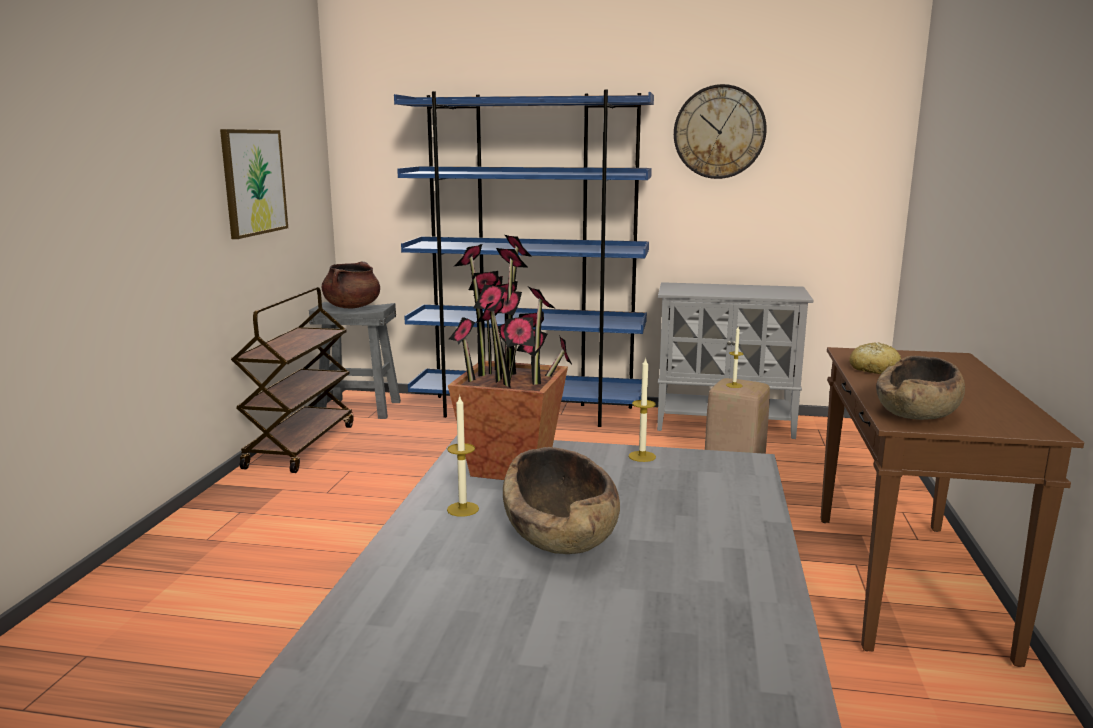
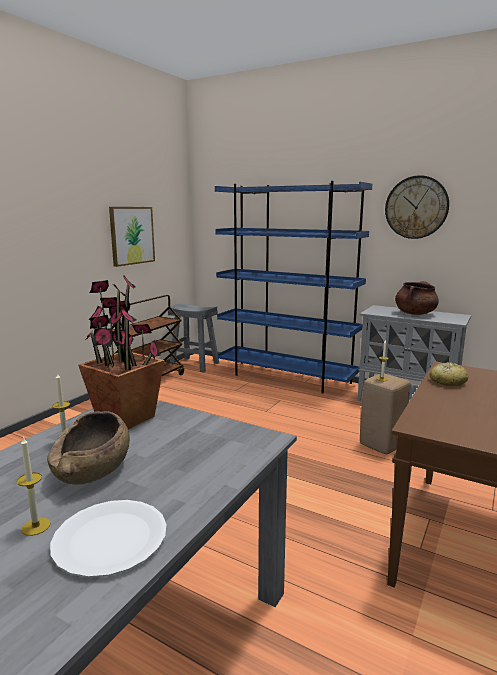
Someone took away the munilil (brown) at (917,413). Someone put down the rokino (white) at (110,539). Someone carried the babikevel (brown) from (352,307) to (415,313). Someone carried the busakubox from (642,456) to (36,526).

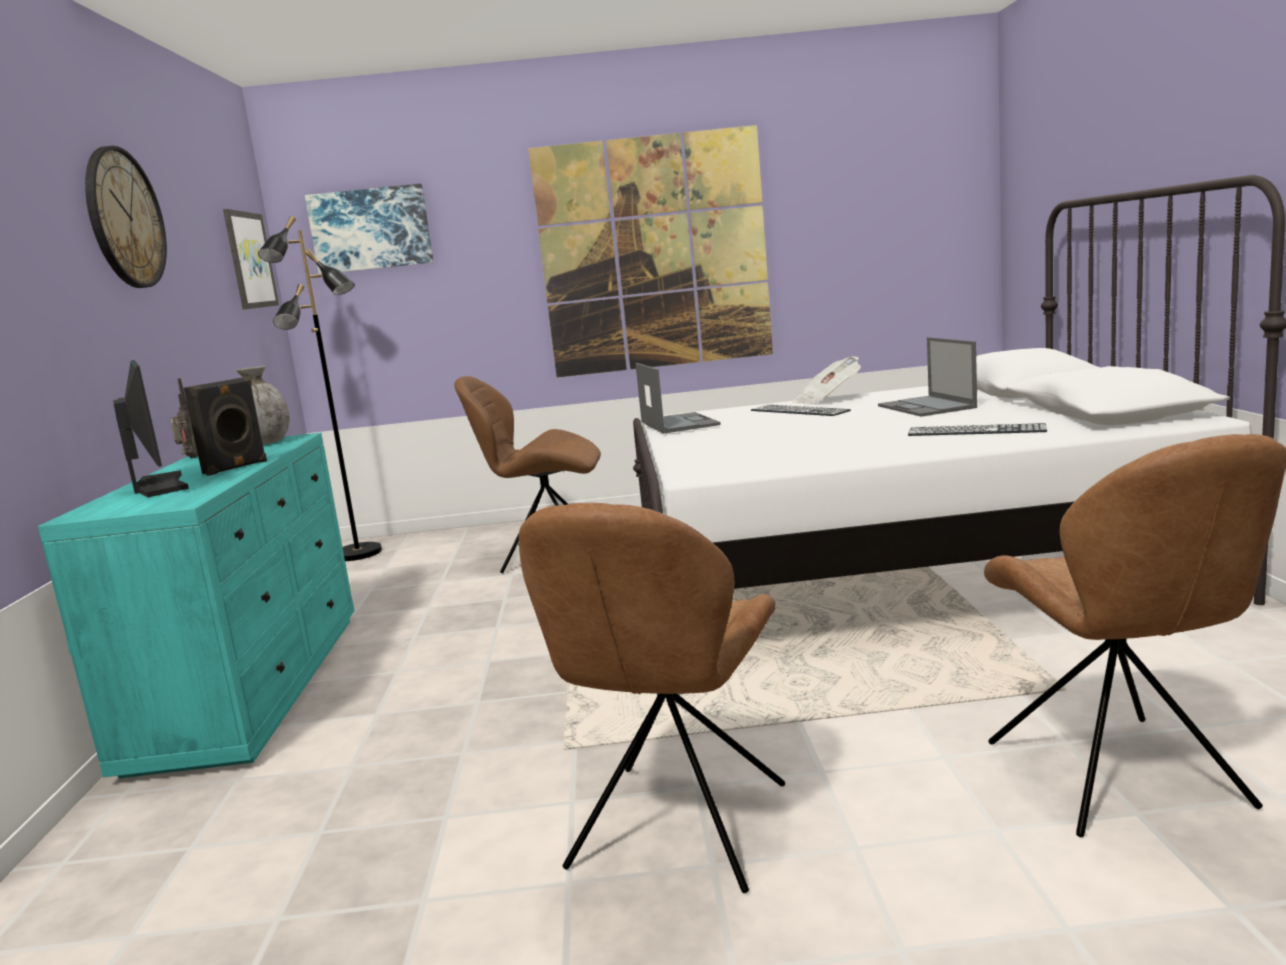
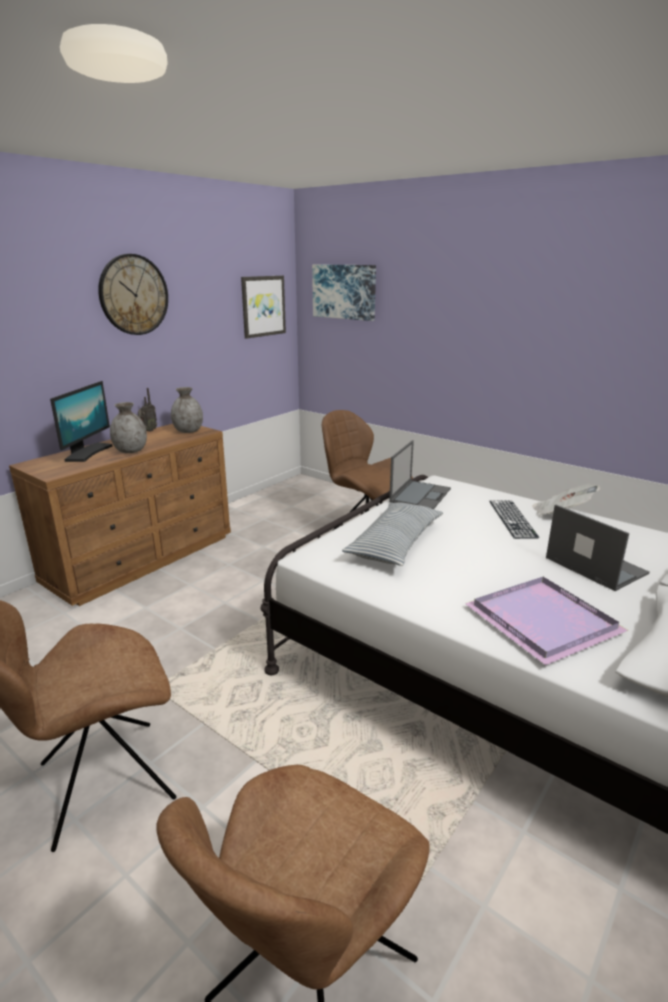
Someone took away the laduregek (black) at (358,554). Someone took away the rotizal at (654,254). Someone put down the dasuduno at (395,544). Someone swapped the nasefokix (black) at (236,467) for the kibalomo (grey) at (131,451). Someone swapped the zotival at (976,430) for the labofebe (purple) at (545,621). Someone repainted the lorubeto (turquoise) at (254,686), which became the lorubeto (brown) at (143,558). Someone rotated the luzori at (927,407) by 120 degrees clockwise.

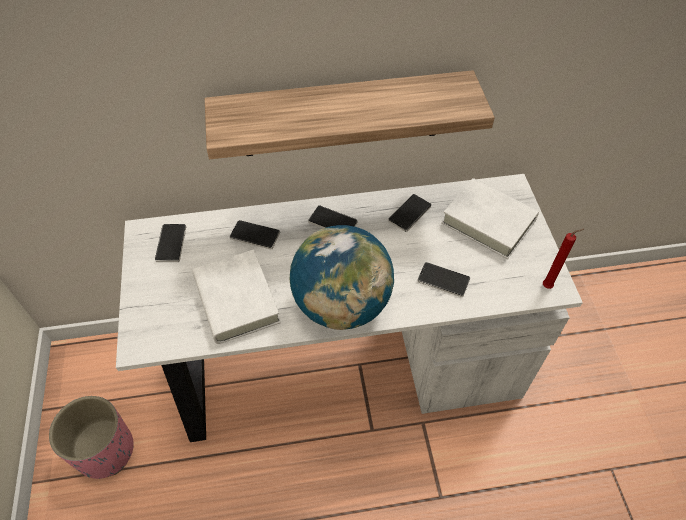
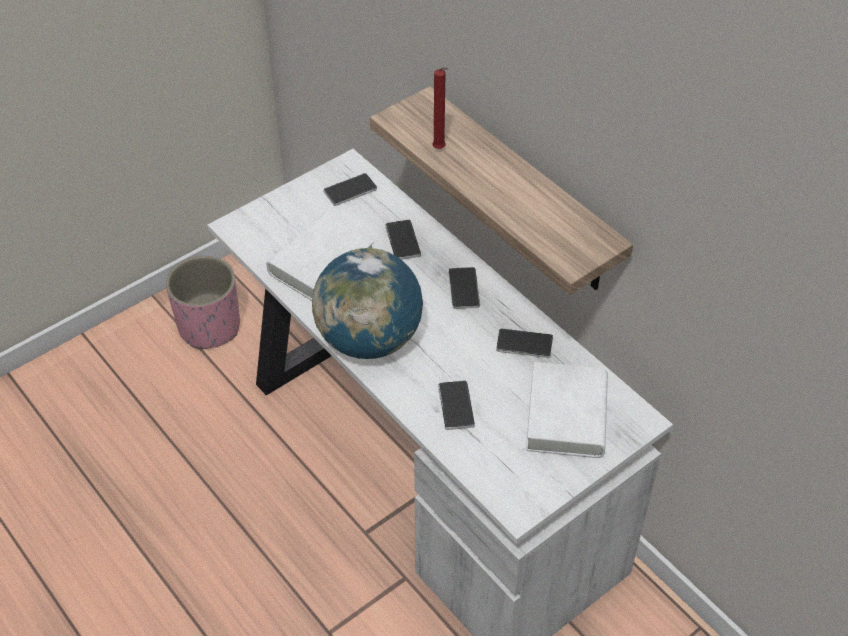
Someone carried the busakubox (red) from (548,286) to (440,149).

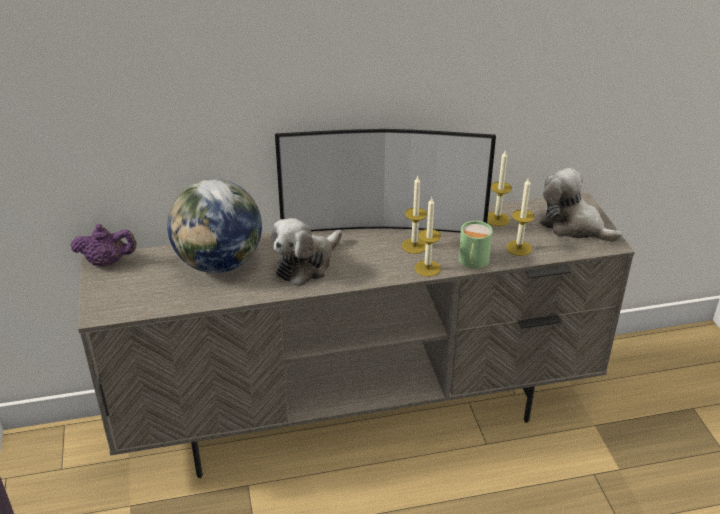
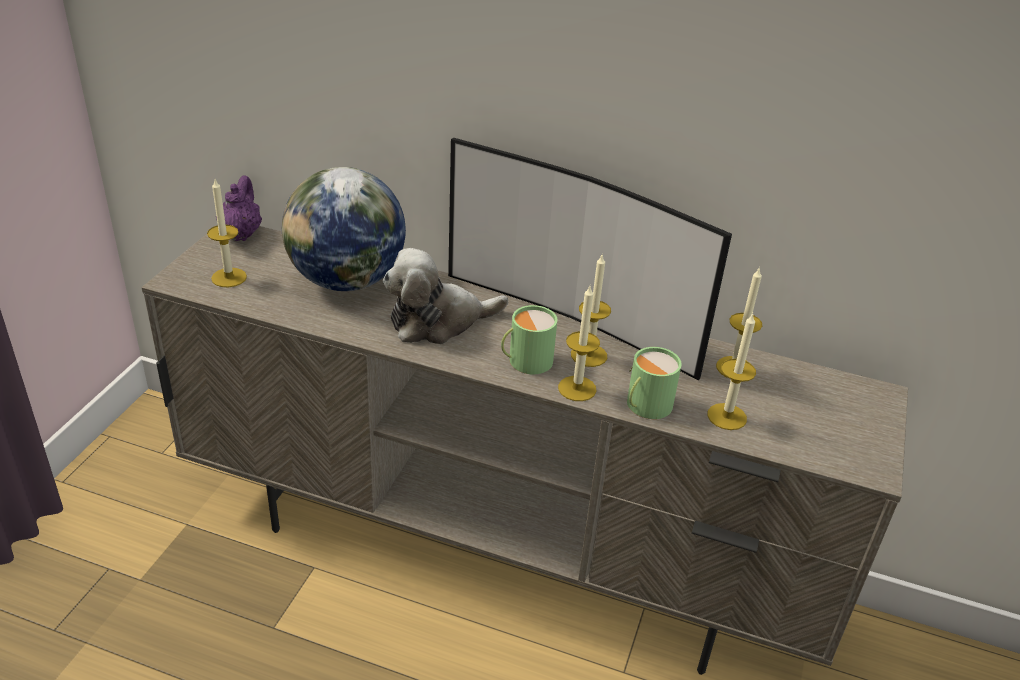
Someone took away the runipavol at (573,226). Someone put down the busakubox at (229,277). Someone put down the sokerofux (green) at (525,360). Someone rotated the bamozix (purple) at (107,262) by 120 degrees counterclockwise.

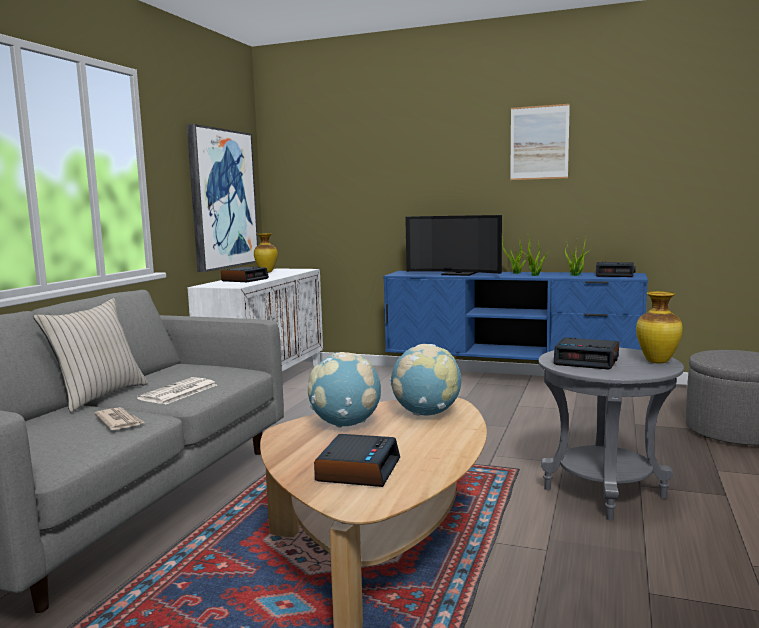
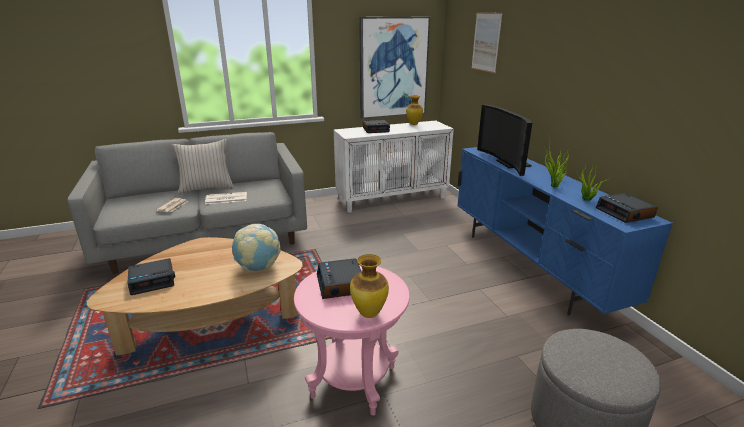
Someone took away the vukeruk at (345,424). Someone carried the rotizal from (539,142) to (486,42). Someone repainted the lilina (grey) at (604,493), which became the lilina (pink) at (353,381).

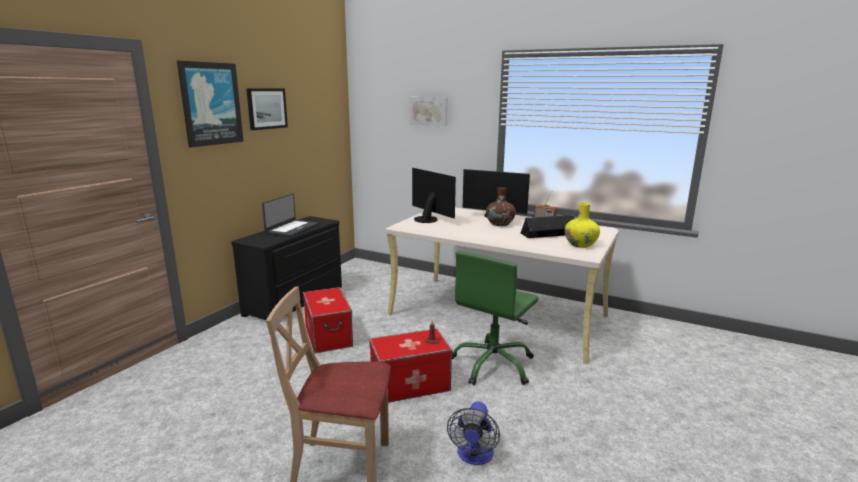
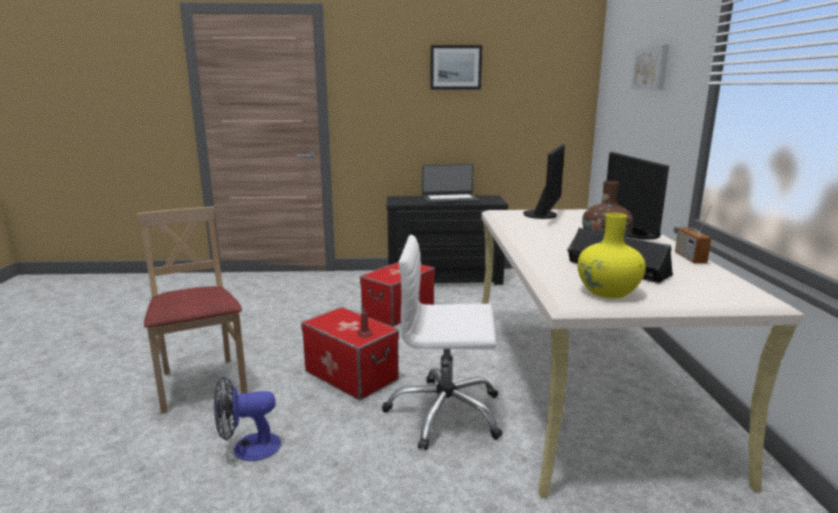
Someone took away the rotizal at (211,104). Someone repainted the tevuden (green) at (493,364), which became the tevuden (white) at (445,413).

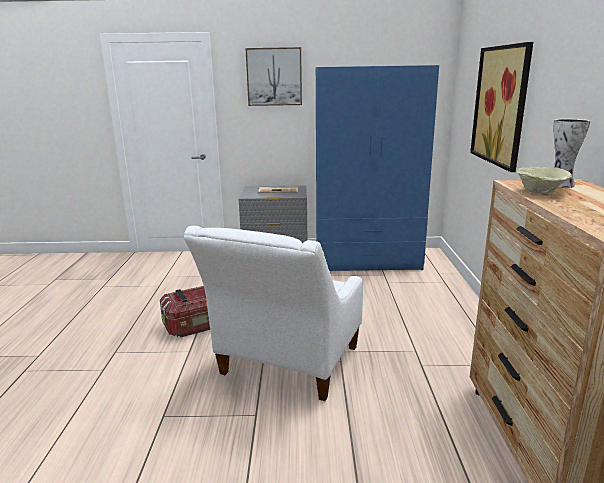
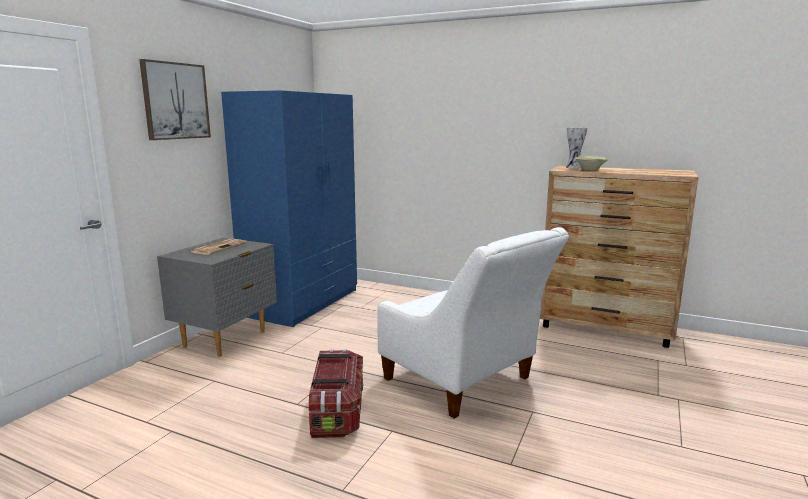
Someone took away the rotizal at (500,105).

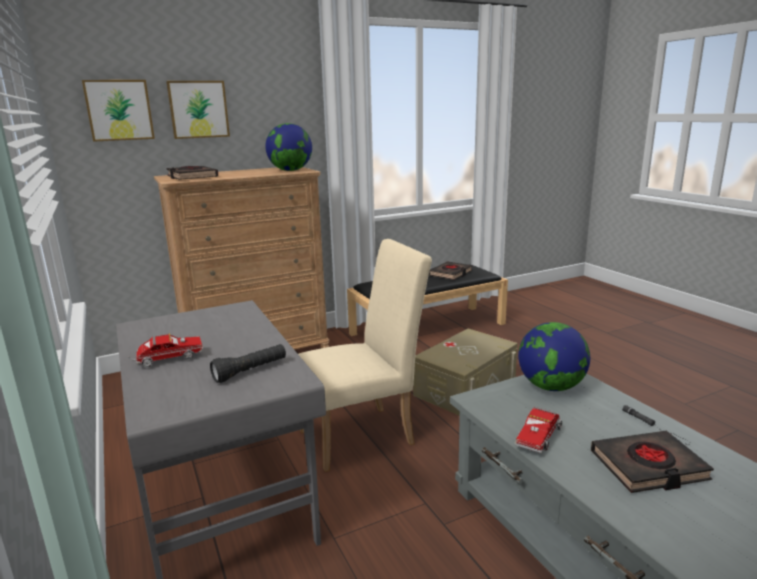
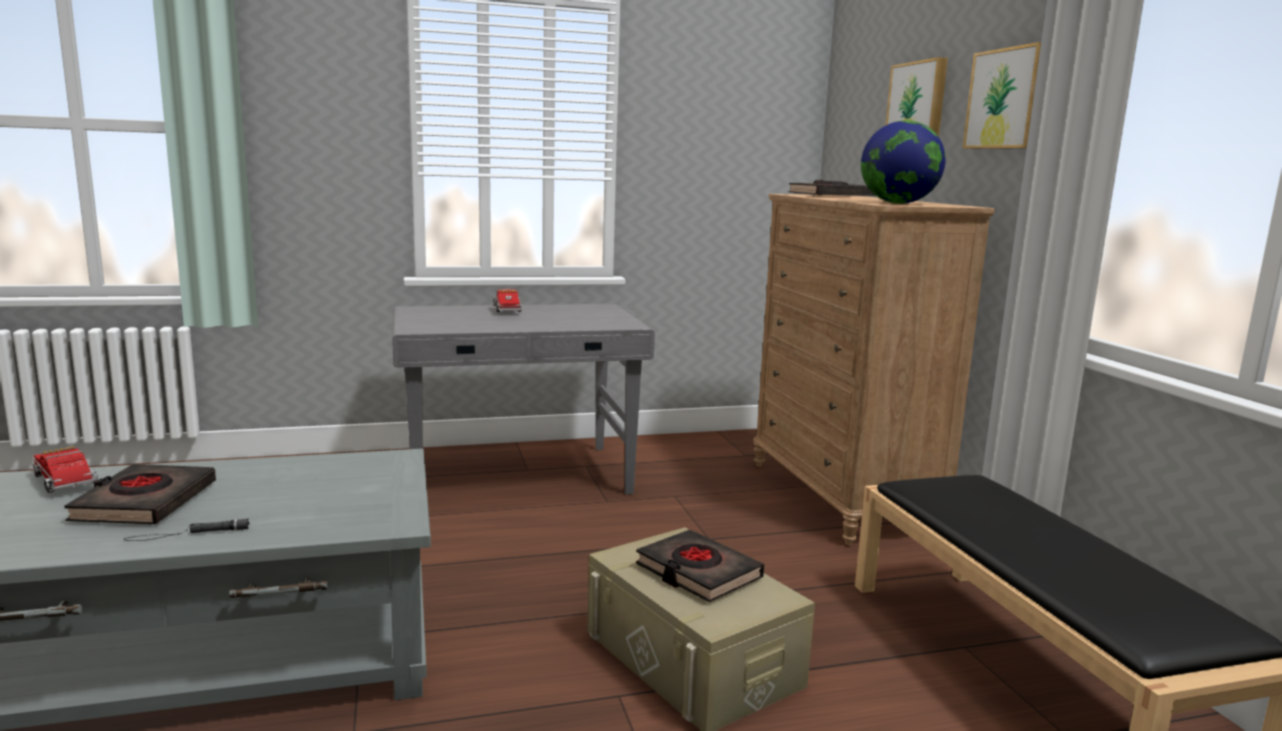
Someone took away the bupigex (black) at (250,371). Someone took away the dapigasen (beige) at (365,435). Someone took away the vukeruk at (551,386). Someone carried the rotizal from (119,110) to (1008,99). Someone carried the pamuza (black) from (450,273) to (698,572). Someone carried the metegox from (538,436) to (66,483).

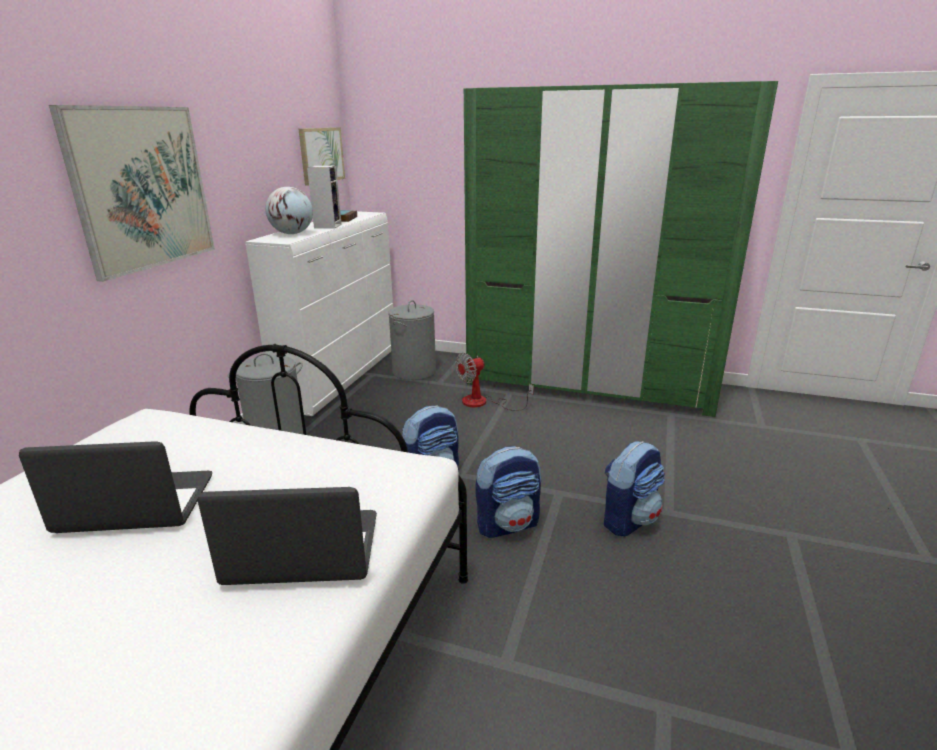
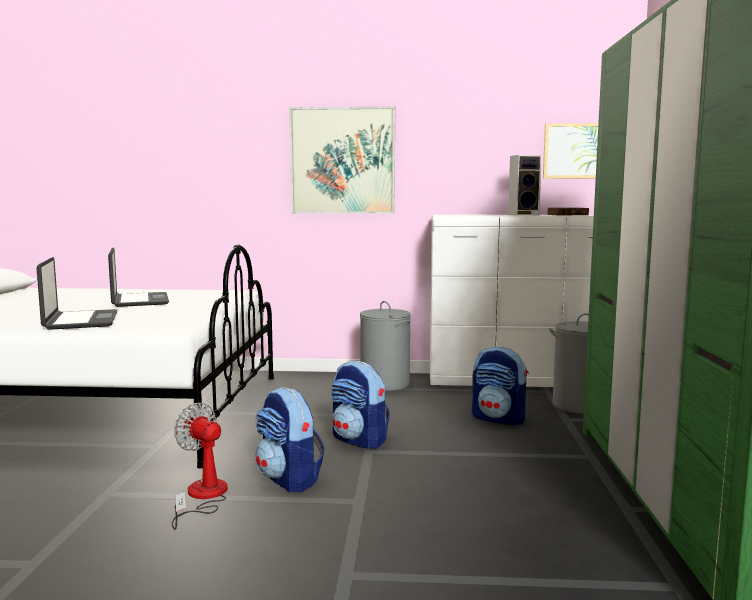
Someone took away the vukeruk at (292,233). Someone carried the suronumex from (483,403) to (203,497). Someone carried the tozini from (628,519) to (499,419).

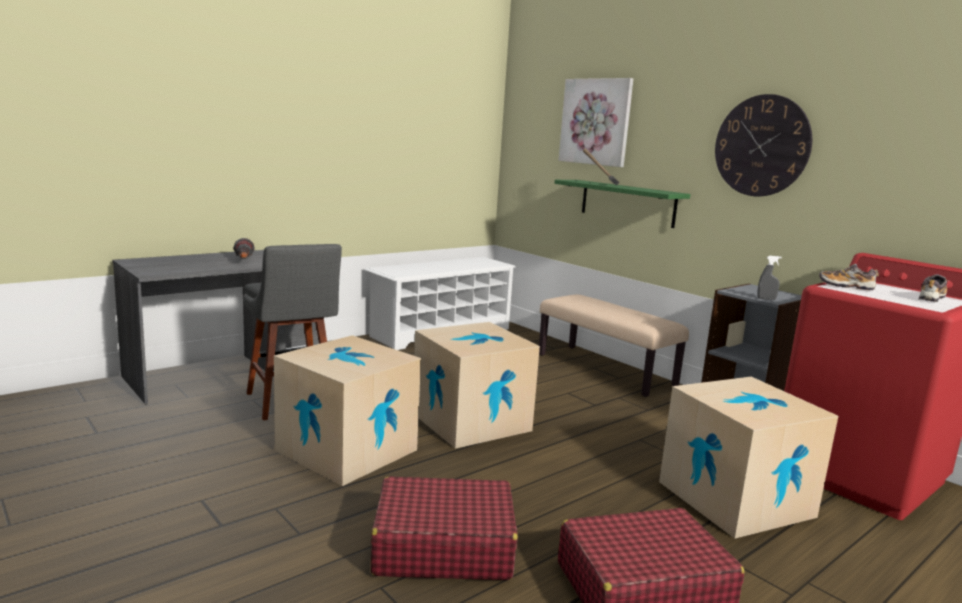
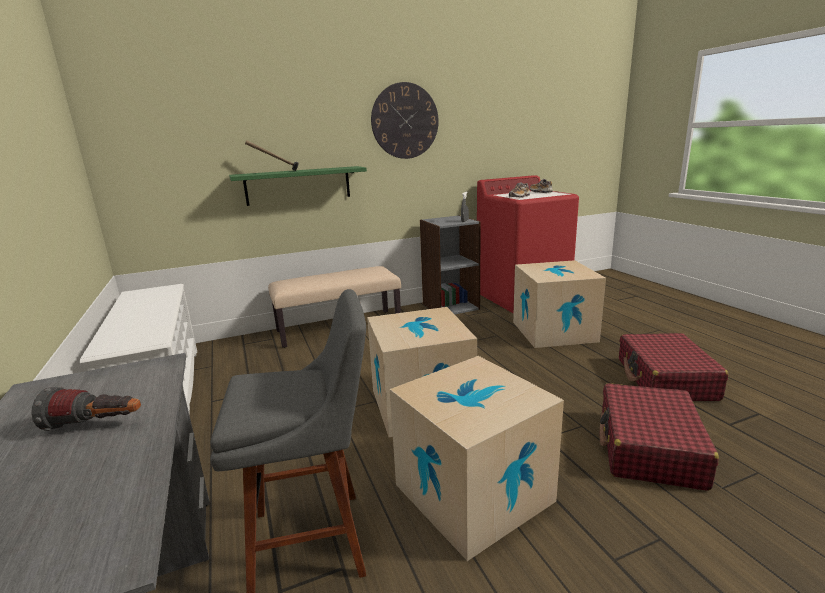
Someone took away the rotizal at (596,122).

